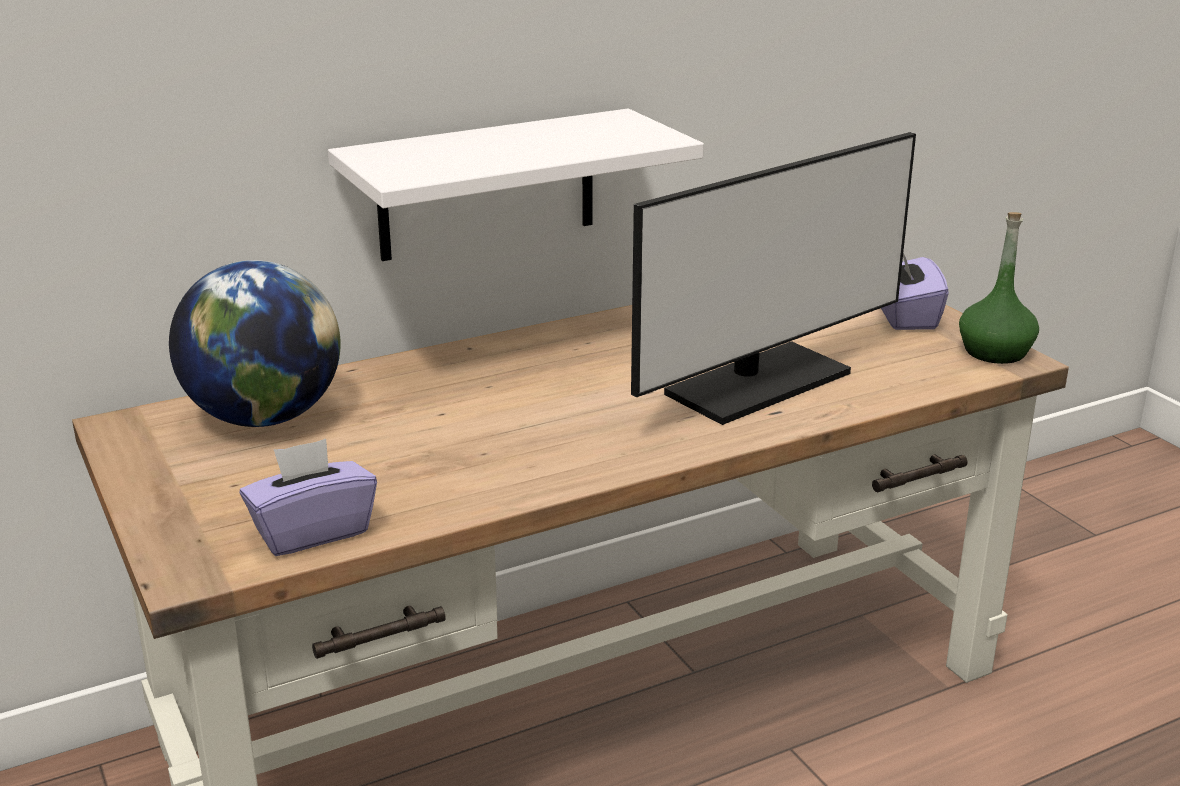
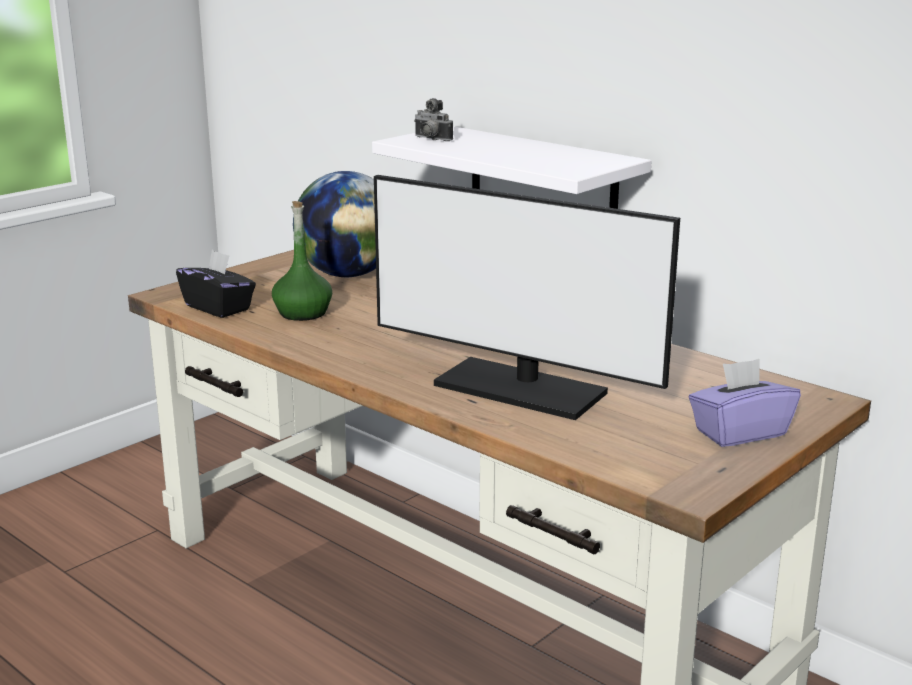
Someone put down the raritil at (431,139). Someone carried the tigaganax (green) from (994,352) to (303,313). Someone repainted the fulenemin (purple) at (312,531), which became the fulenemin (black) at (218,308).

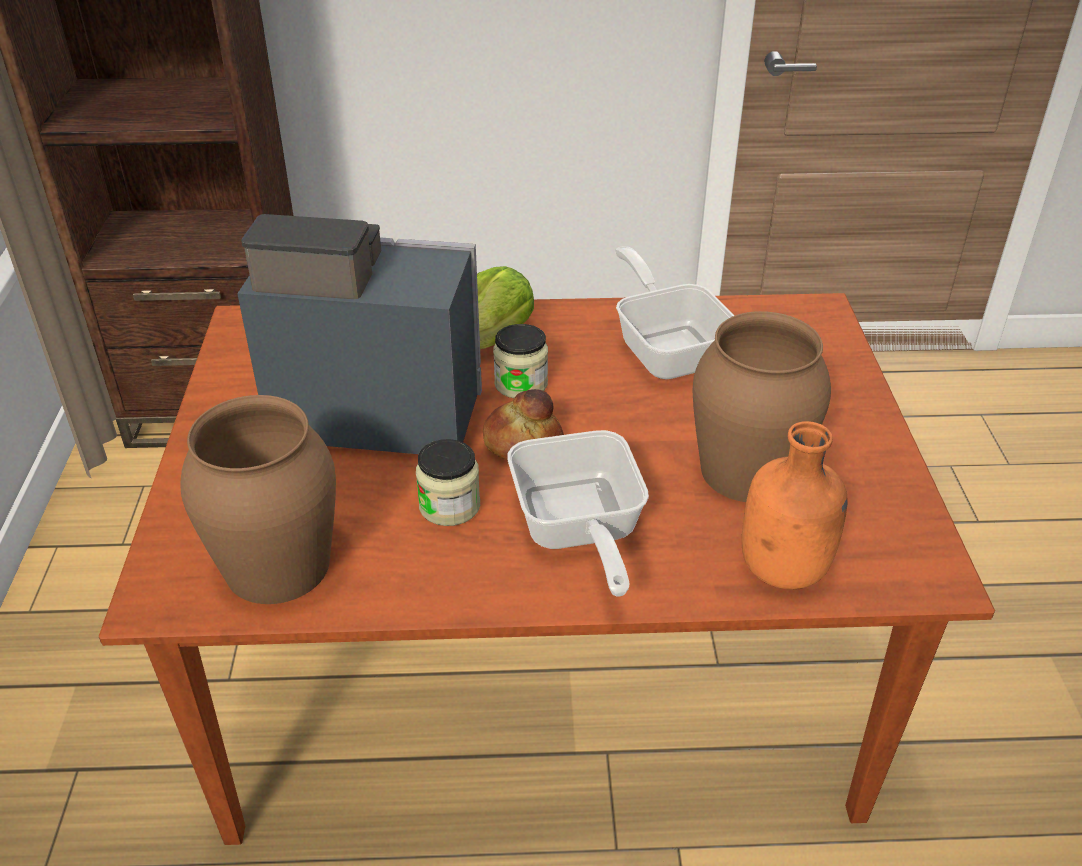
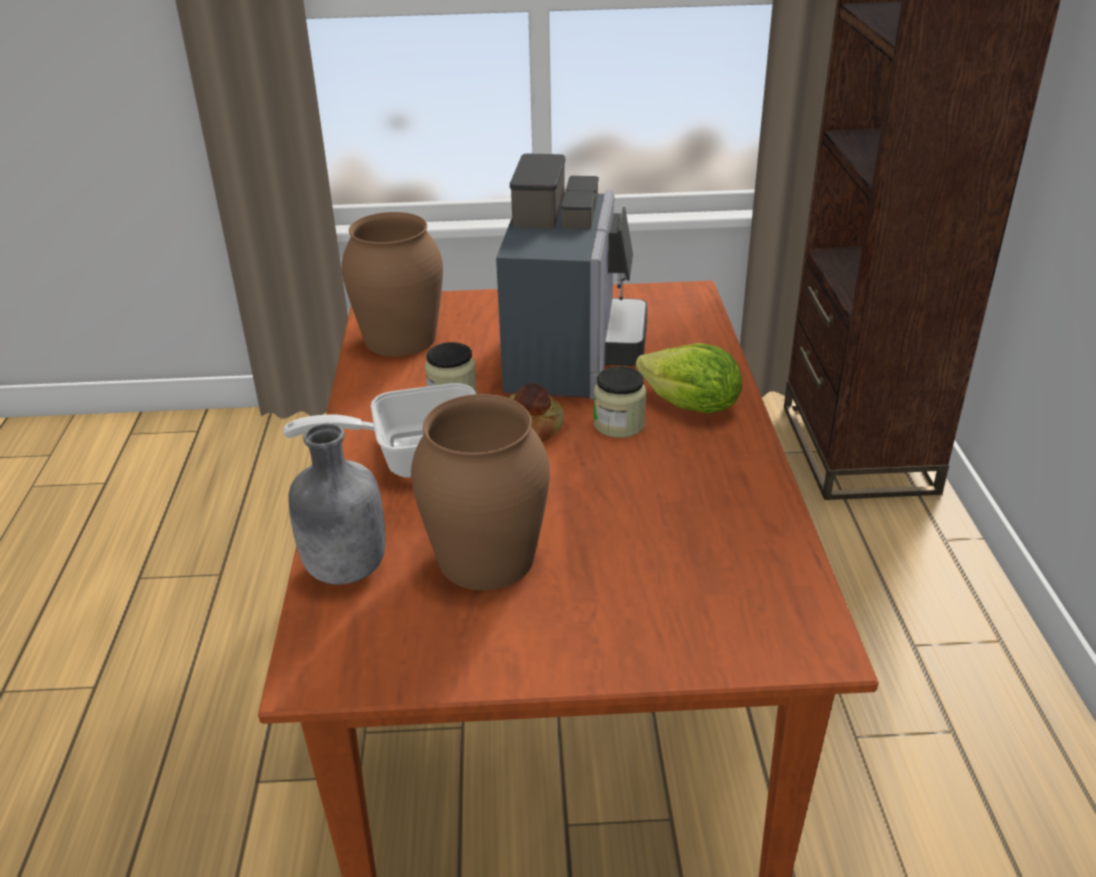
Someone took away the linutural at (668,347). Someone repainted the tigaganax (orange) at (785,570), which became the tigaganax (grey) at (344,570).

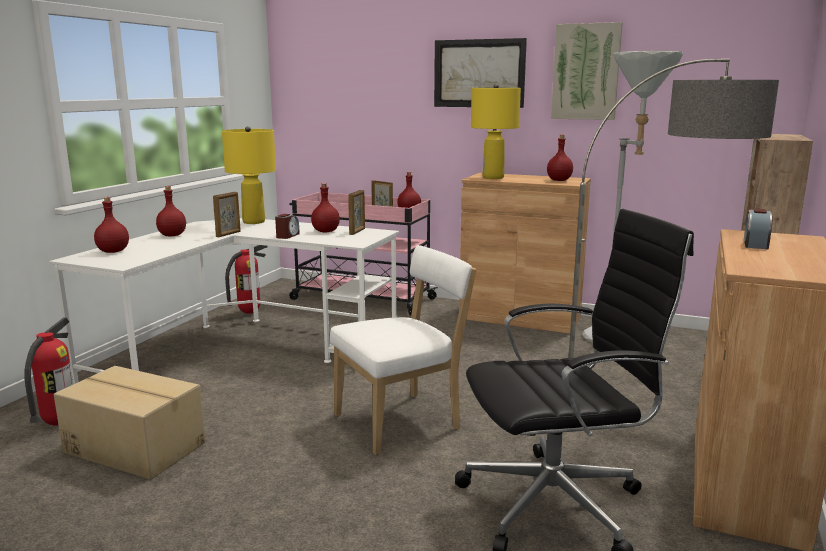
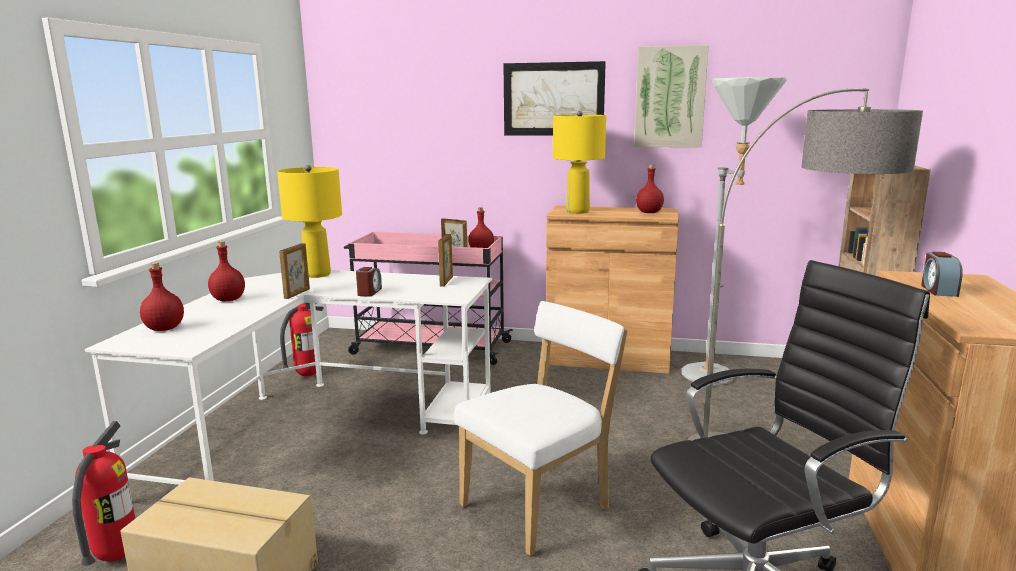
Someone took away the tigaganax (red) at (325,231).

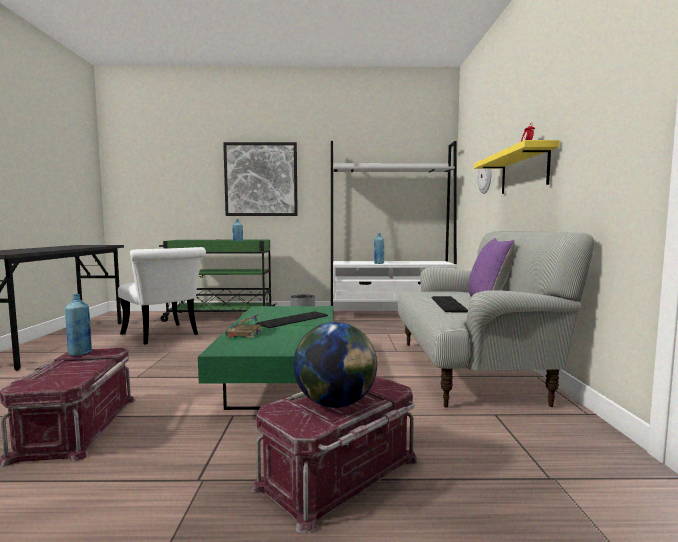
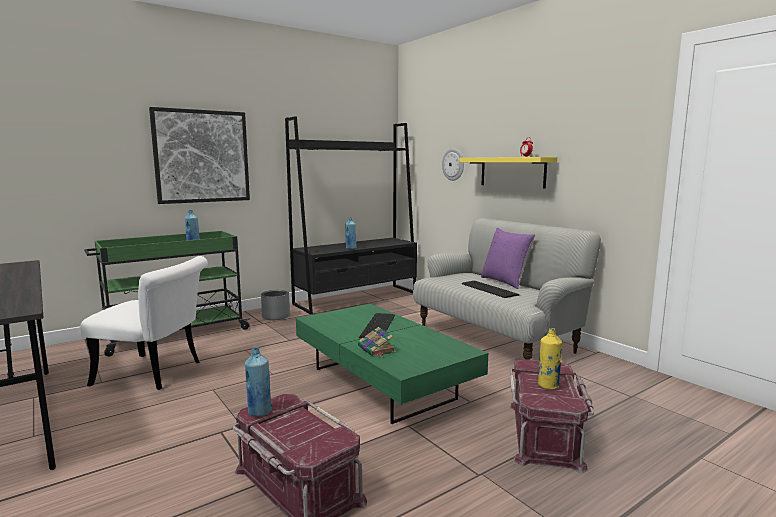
Someone swapped the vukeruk at (336,403) for the tigaganax (yellow) at (548,386). Someone repainted the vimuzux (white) at (391,315), which became the vimuzux (black) at (357,298).

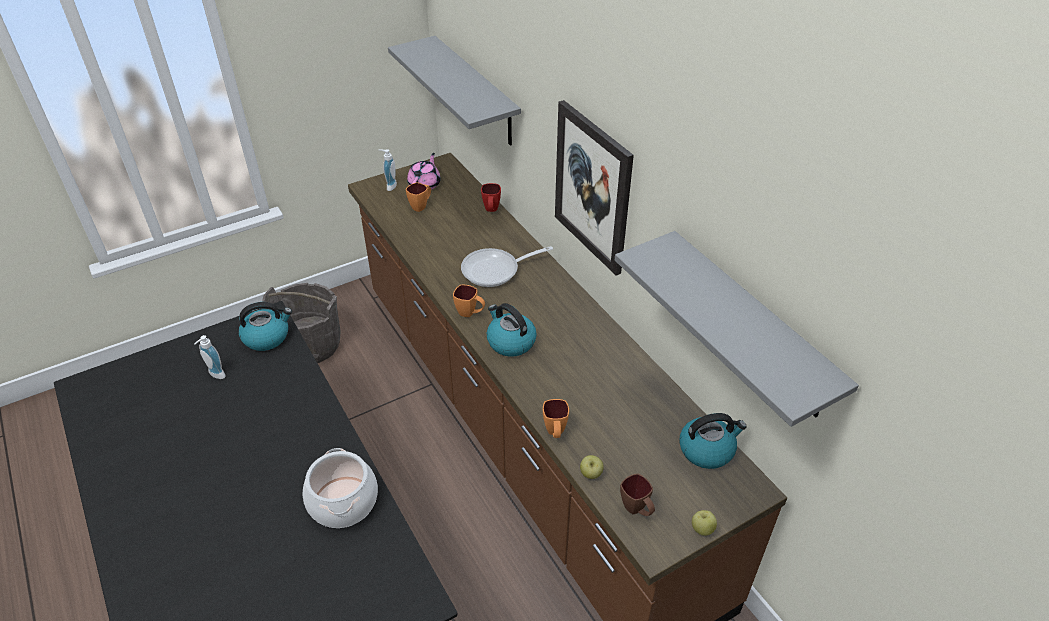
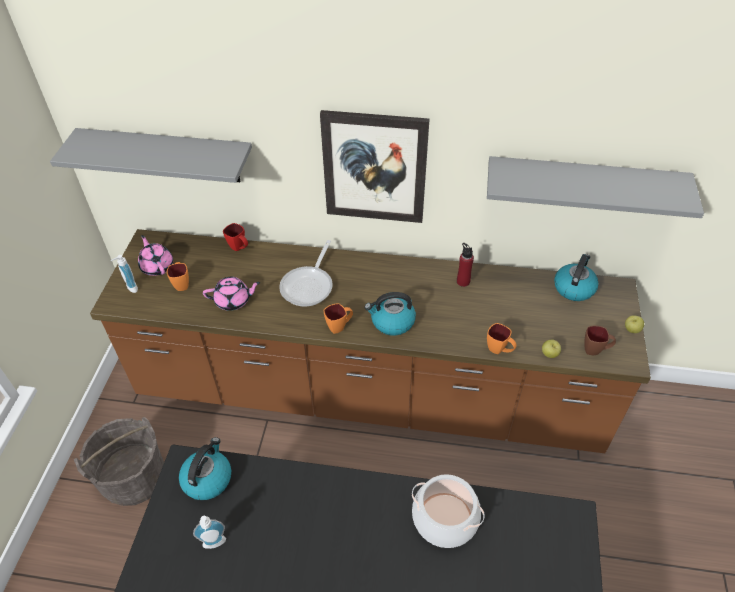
Someone put down the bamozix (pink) at (233,301). Someone put down the tigaganax (red) at (463,281).

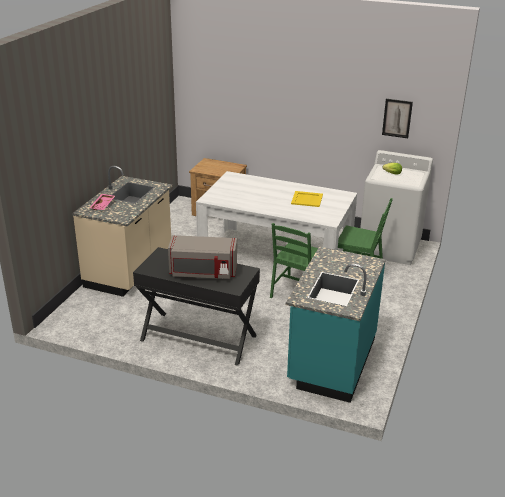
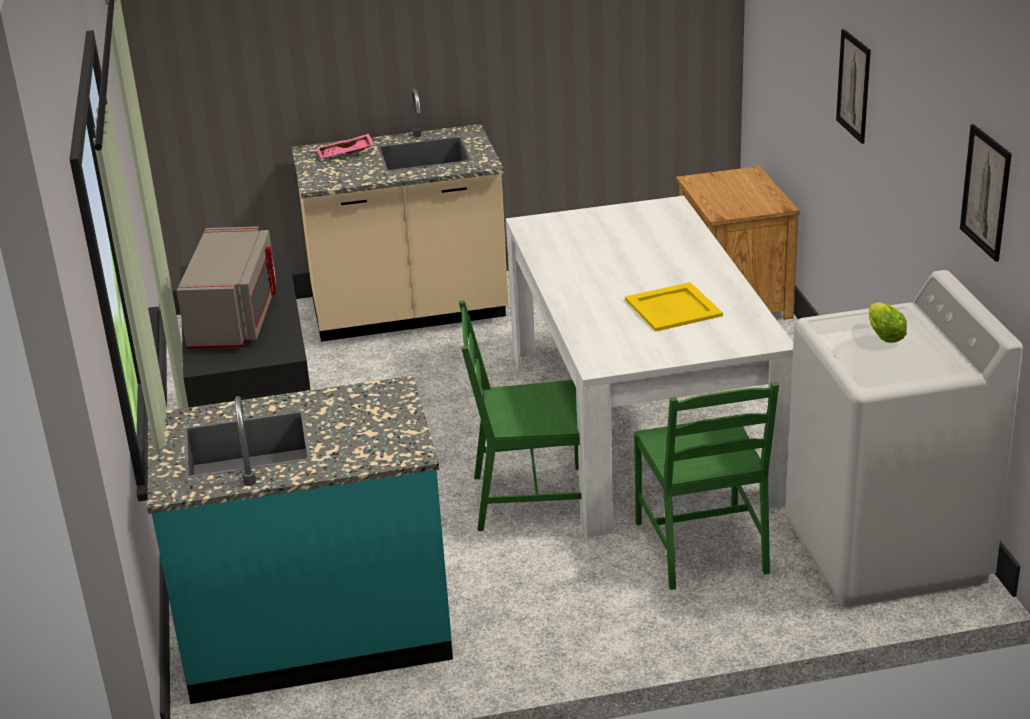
Someone put up the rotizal at (854,86). Someone rotated the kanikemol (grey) at (203,272) by 150 degrees counterclockwise.

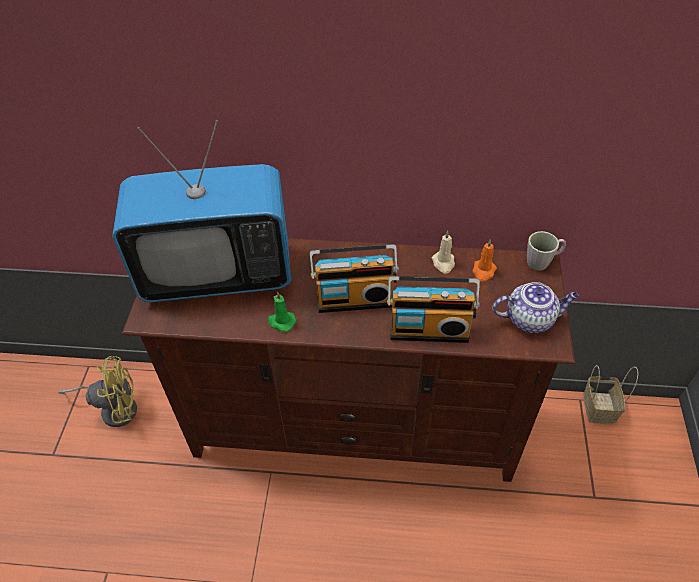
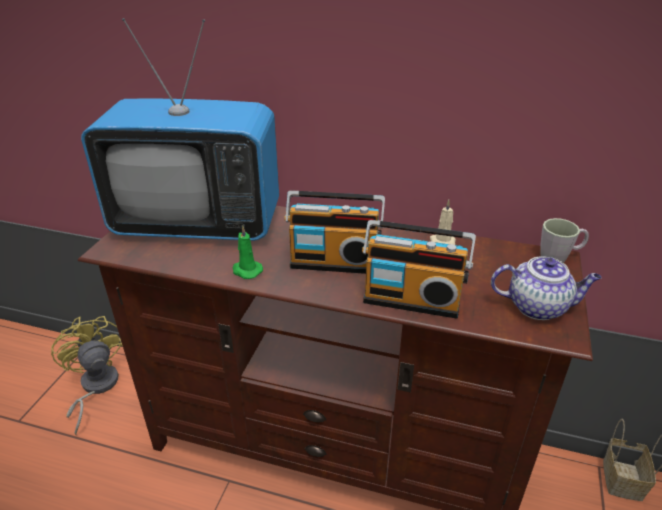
Someone took away the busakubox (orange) at (483,271). Someone rotated the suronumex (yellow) at (114,408) by 120 degrees counterclockwise.

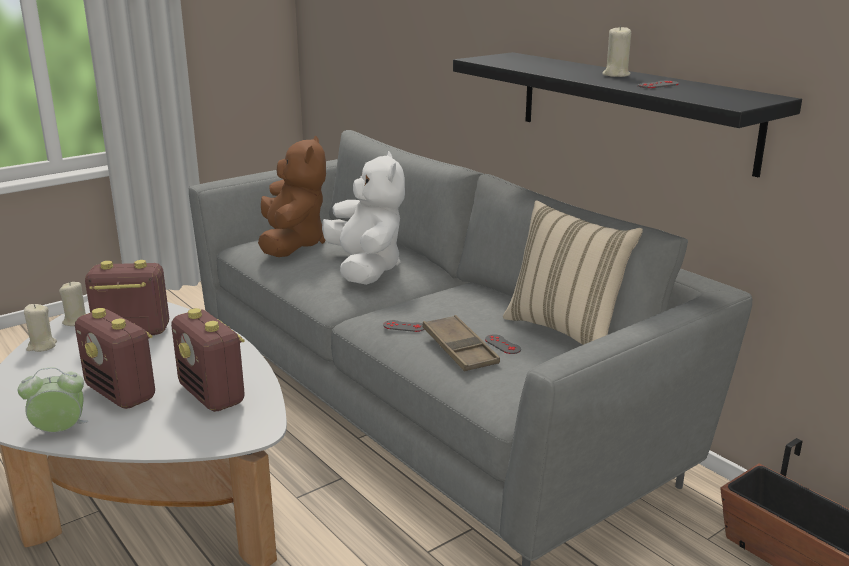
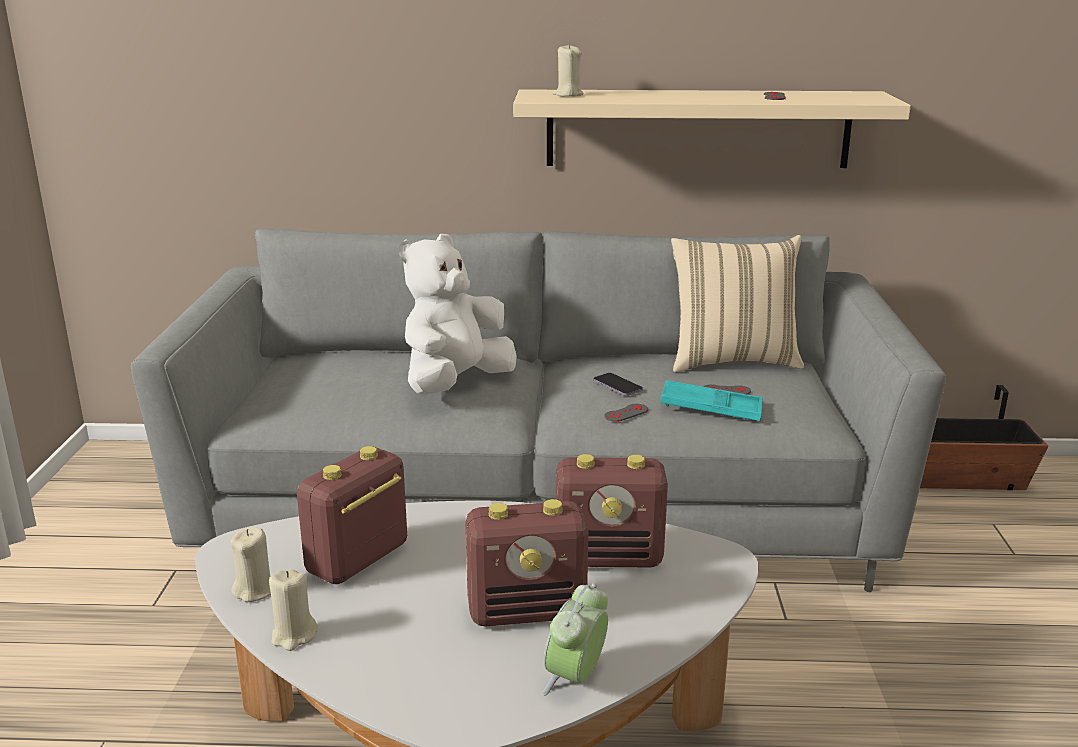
Someone took away the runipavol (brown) at (292,244). Someone put down the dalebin at (617,386). Someone carried the busakubox (beige) from (615,75) to (568,95). Someone repainted the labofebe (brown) at (459,349), which became the labofebe (turquoise) at (711,408). Someone repainted the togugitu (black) at (632,109), which became the togugitu (beige) at (697,128). Someone rotated the runipavol (white) at (366,269) by 75 degrees counterclockwise.

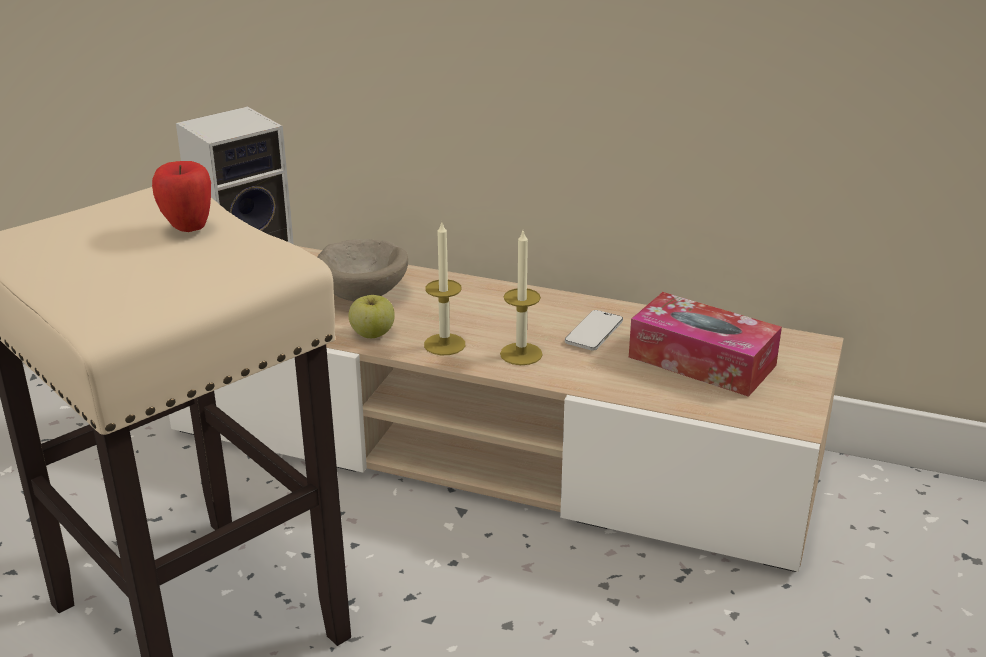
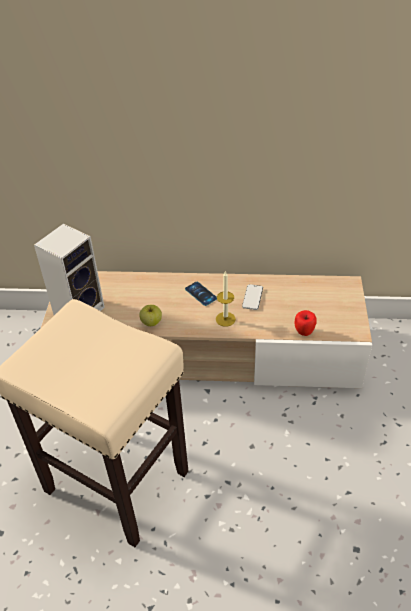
Someone took away the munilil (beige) at (365,294). Someone took away the busakubox at (444,344). Someone took away the fulenemin at (702,361). Someone put down the dalebin at (201,294). Someone carried the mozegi from (188,228) to (304,332).

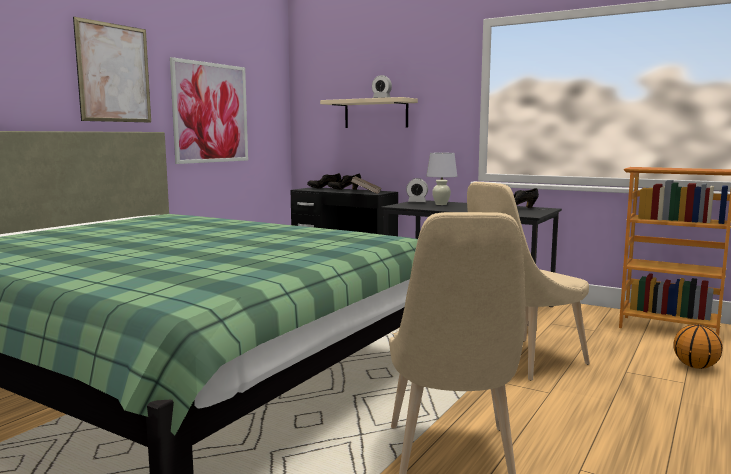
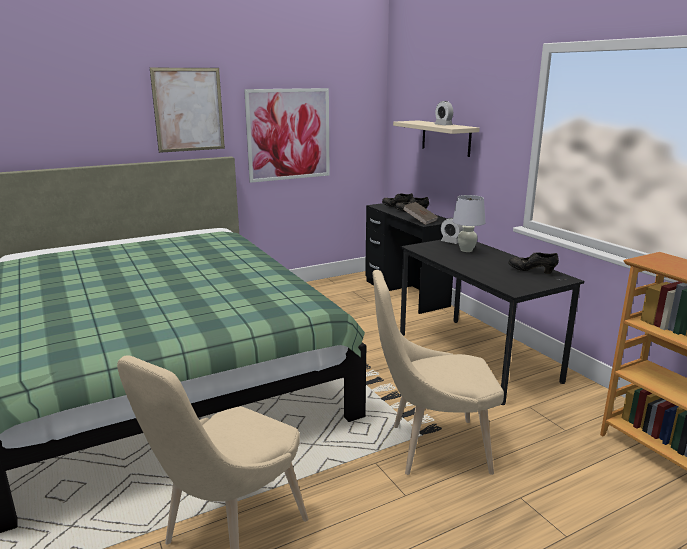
Someone took away the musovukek at (696,366).

